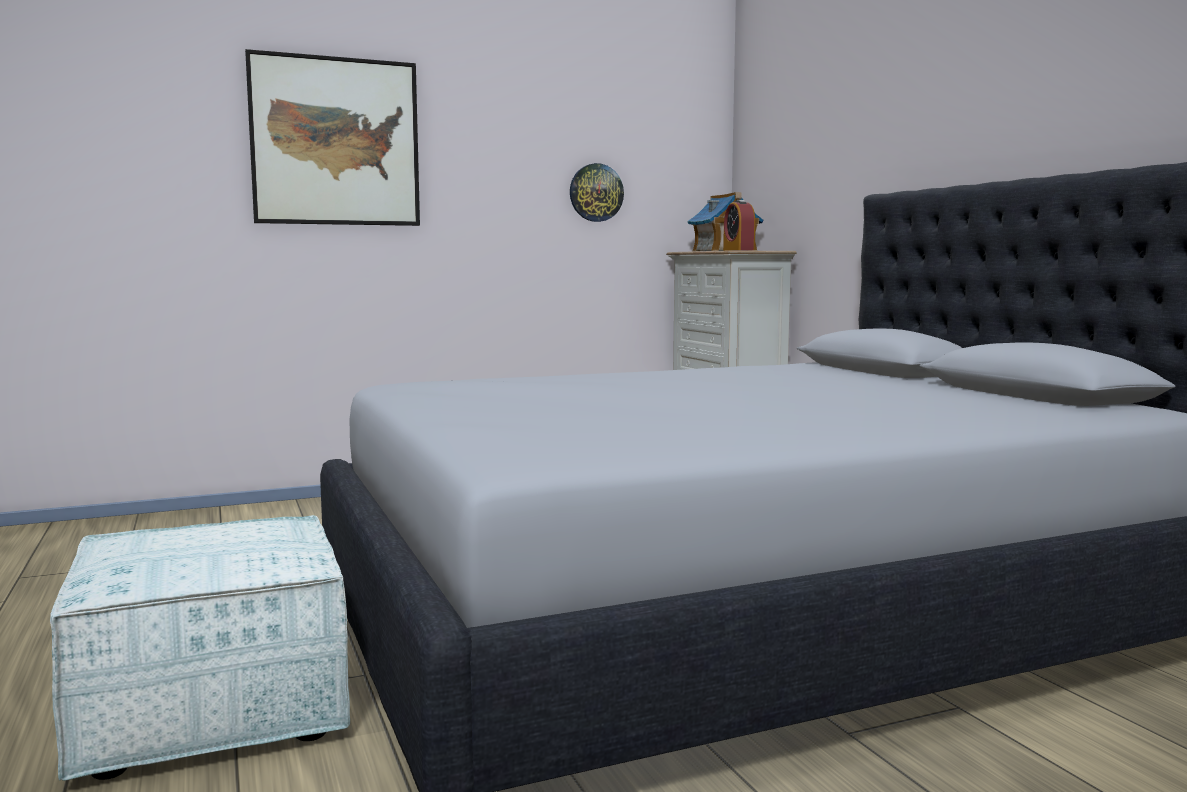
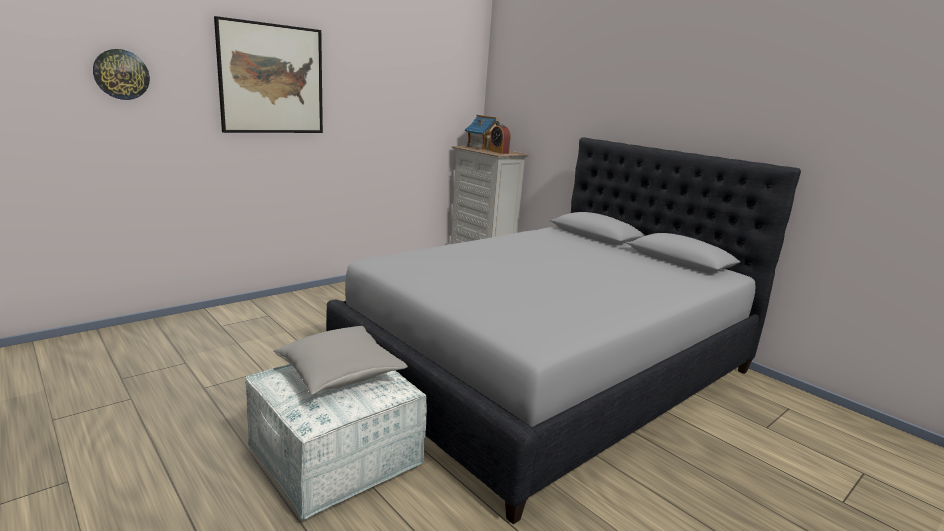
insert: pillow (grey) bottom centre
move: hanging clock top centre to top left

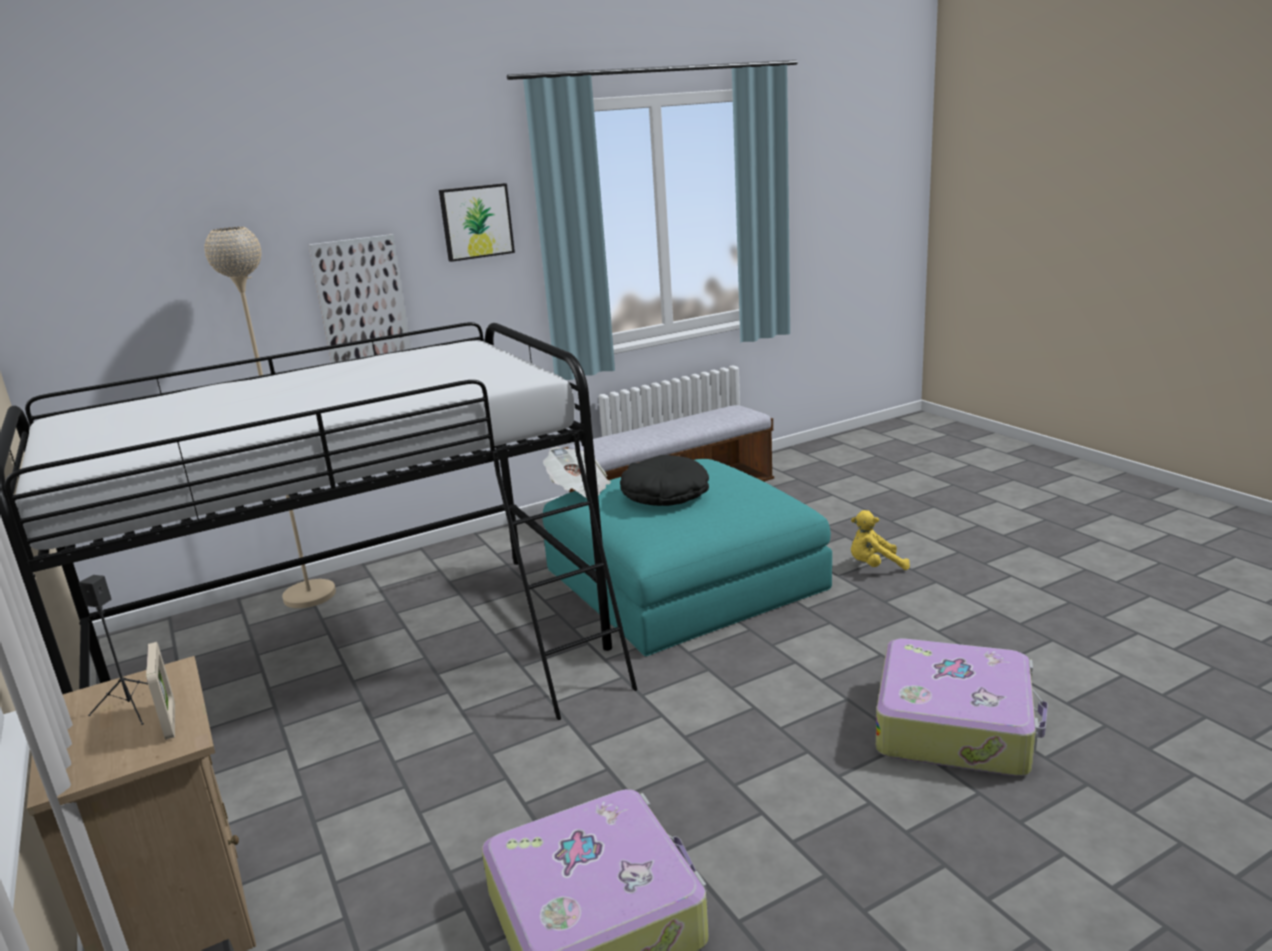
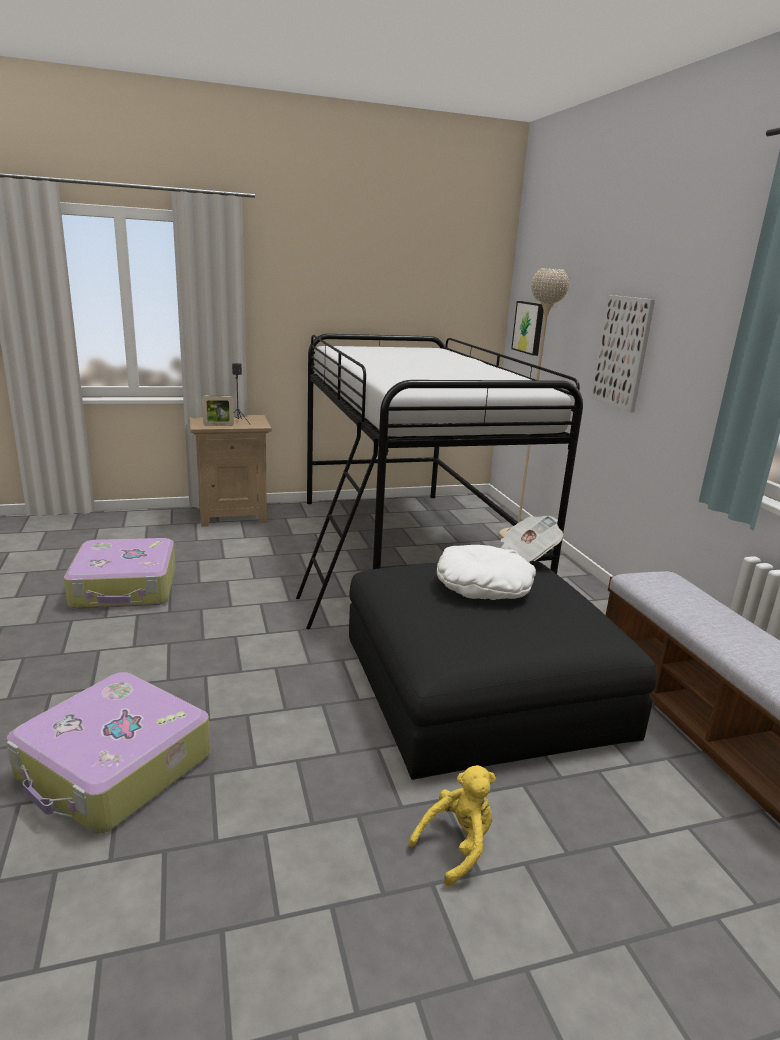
move: wall art (2nd from left in the first image) top centre to wall art (1st from left) top right
recolor: pillow (black-coloured) centre to pillow (white-coloured) centre; pouffe (turquoise-coloured) centre to pouffe (black-coloured) centre
rotate: soft toy (yellowish) middle right = bottom centre 45 degrees clockwise

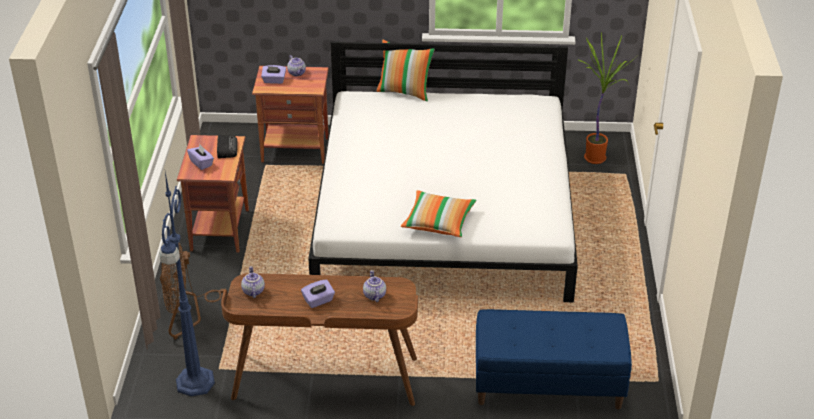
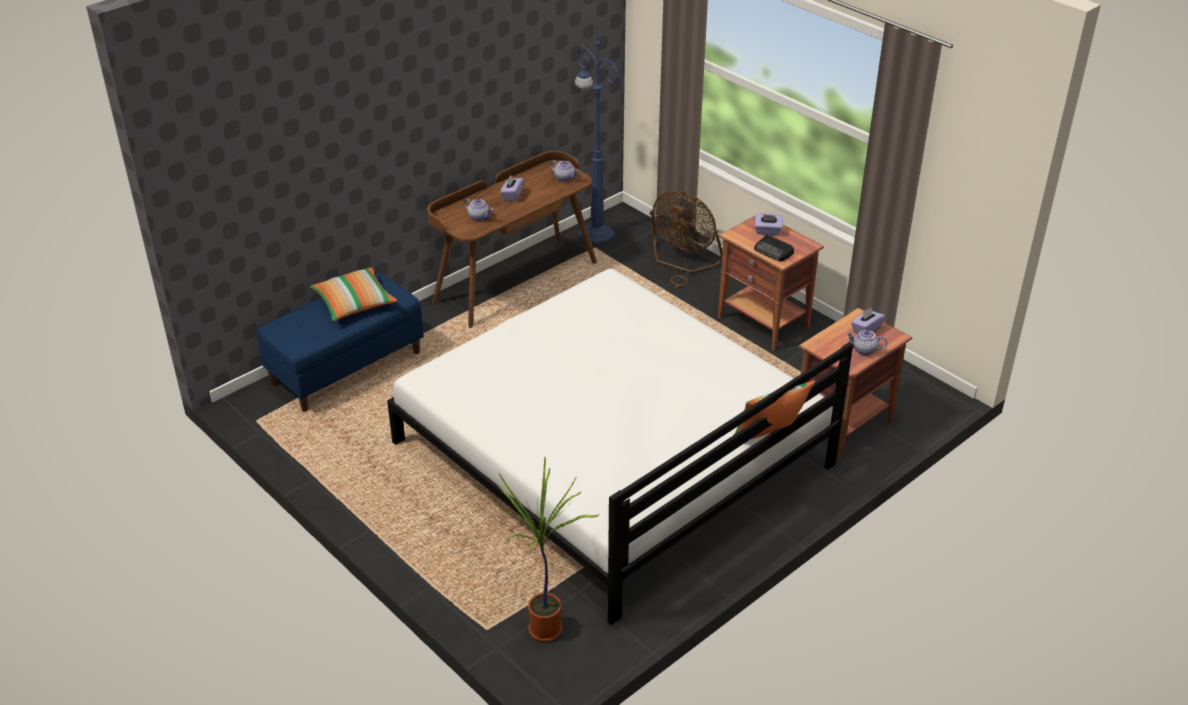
move: pillow (2nd from left in the first image) centre to pillow (1st from left) middle left

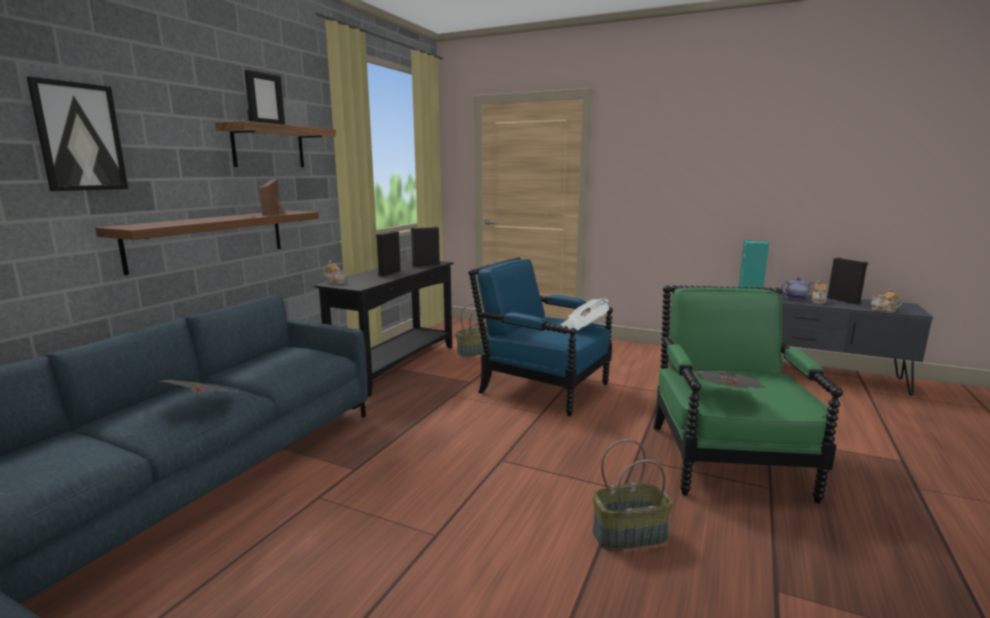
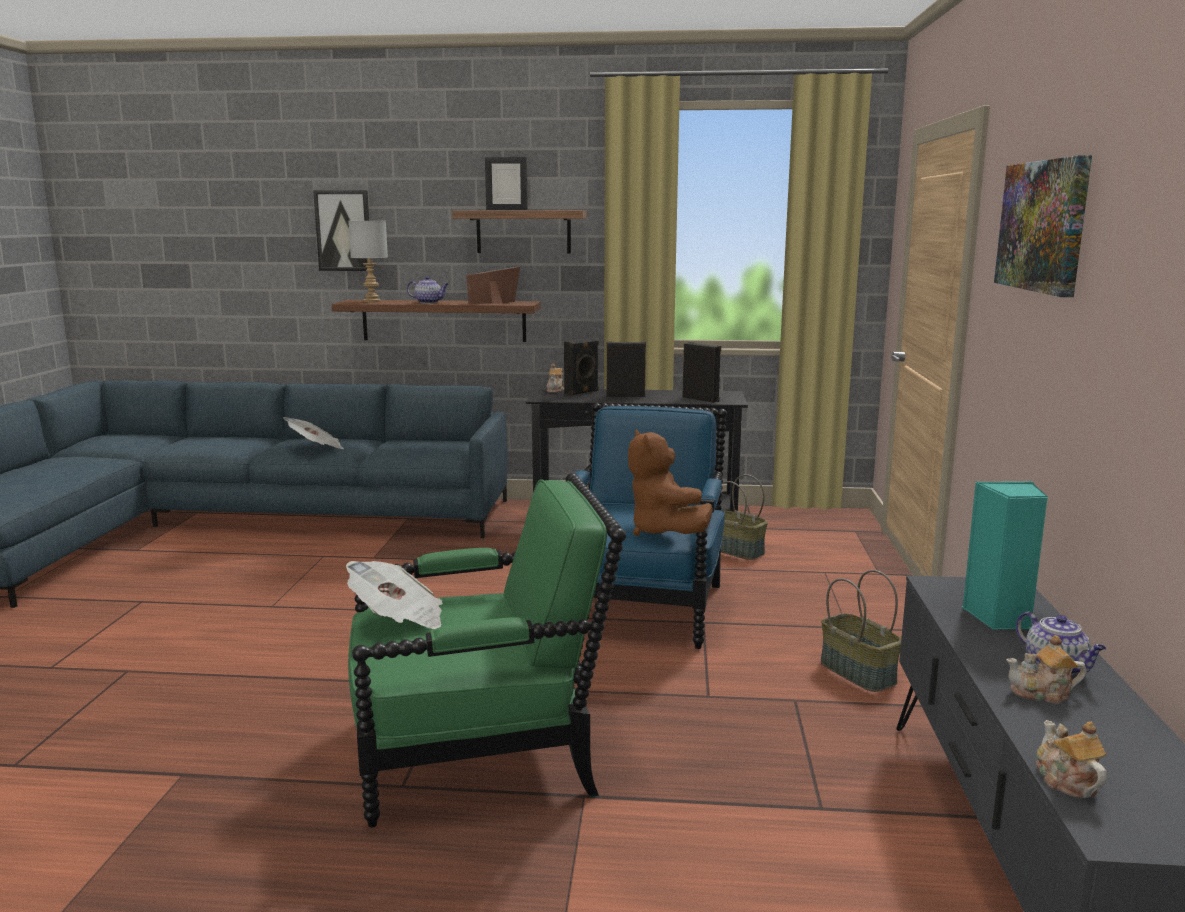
insert: wall art (2nd from left) top right; tabletop lamp (grey) top left; teapot (1st from left) top centre
move: audio speaker (black-coloured) (3rd from left in the first image) middle right to audio speaker (black-coloured) (1st from left) centre; storage basket (2nd from left) bottom centre to bottom right
replace: newspaper (2nd from left) centre to soft toy (brown) centre

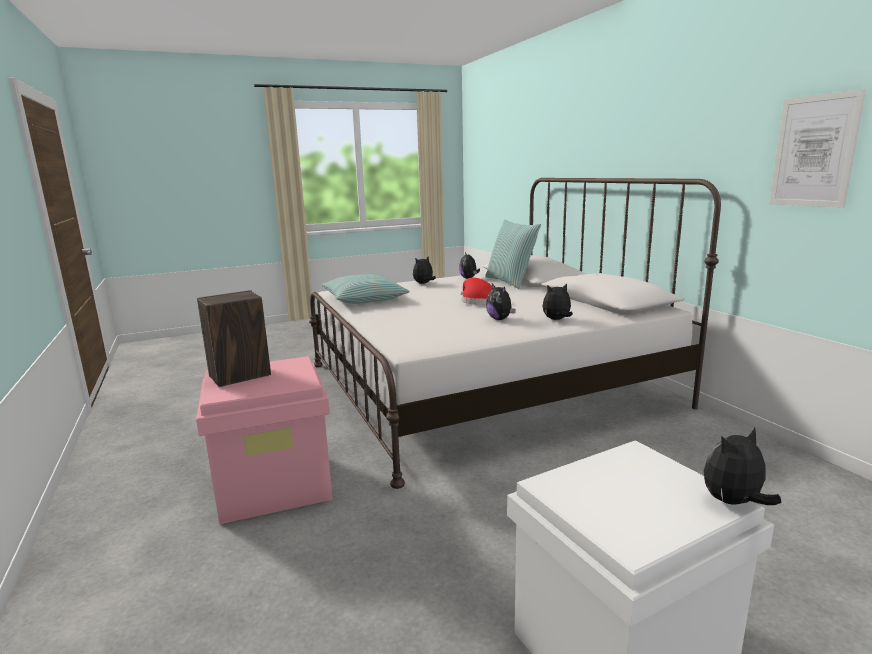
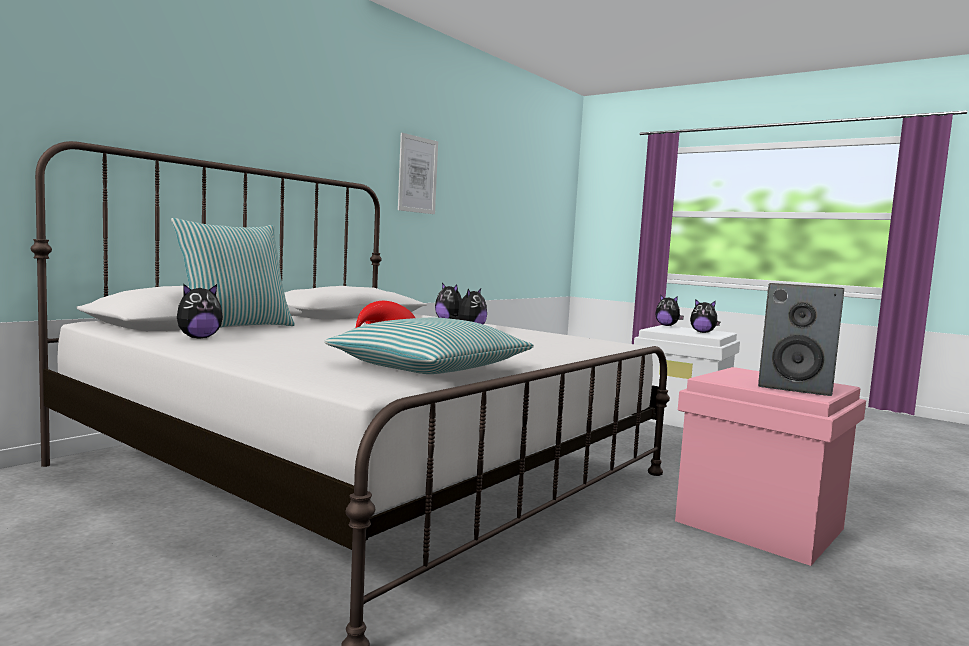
move: soft toy (1st from left in the first image) centre to soft toy (5th from left) middle right

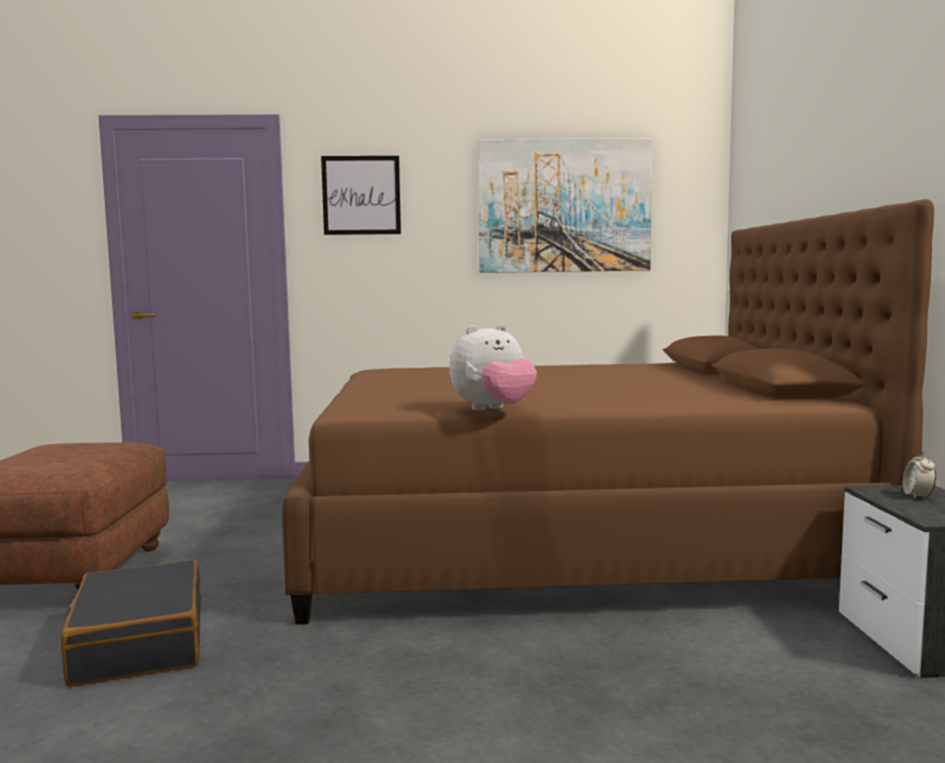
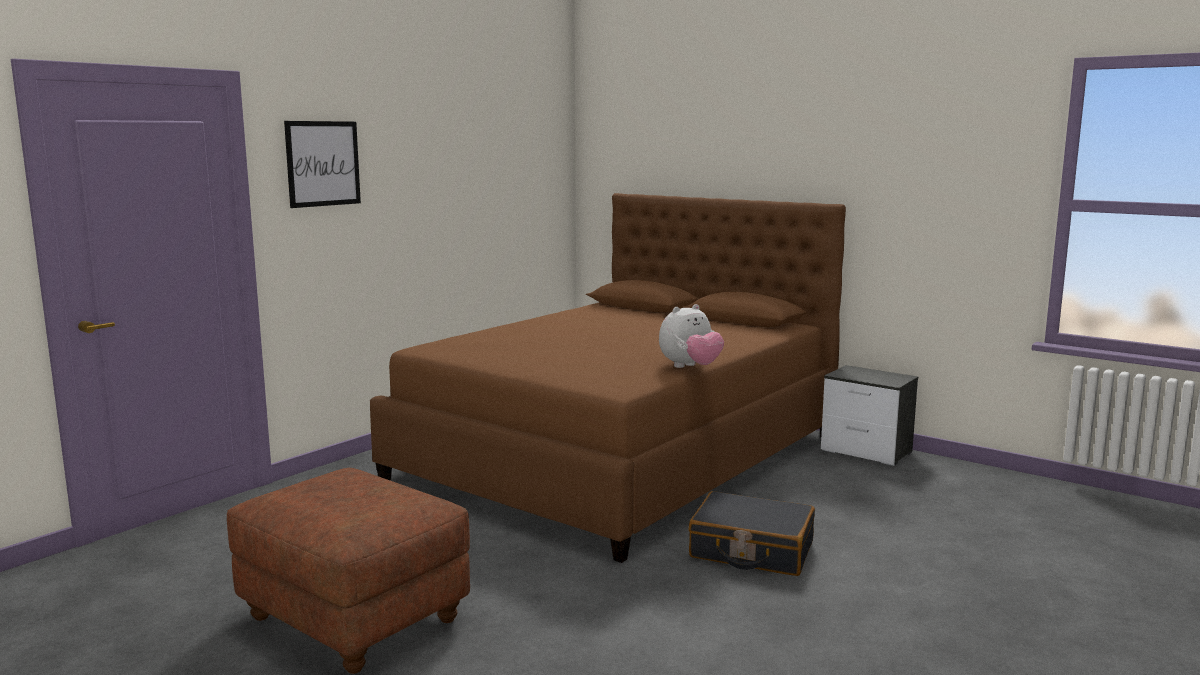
delete: wall art (2nd from left) top centre; alarm clock middle right
move: piece of luggage (black-coloured) bottom left to bottom centre
rotate: soft toy centre = centre 45 degrees clockwise

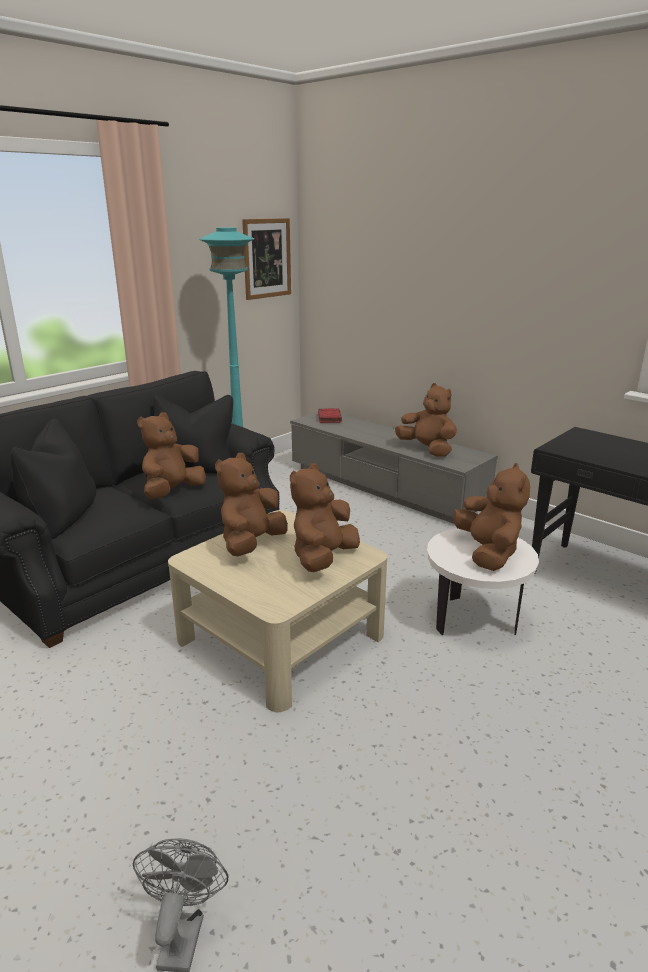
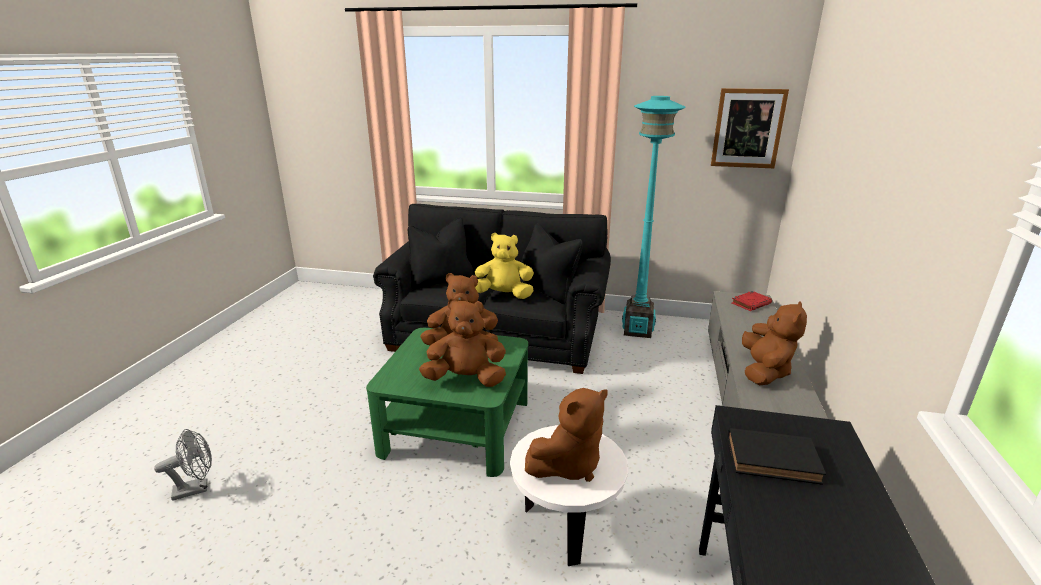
insert: volume (black-coloured) bottom right
recolor: soft toy (brown) (1st from left) middle left to soft toy (yellowish) centre; coffee table (sand-coloured) centre to coffee table (greenish) bottom centre

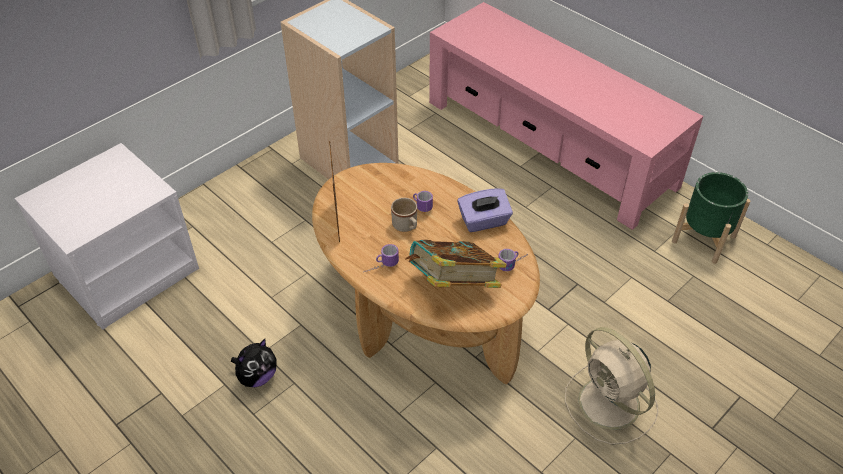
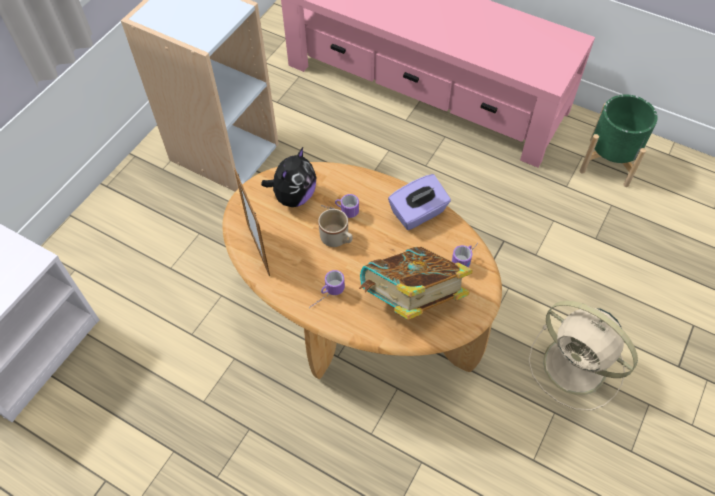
move: soft toy bottom left to centre

